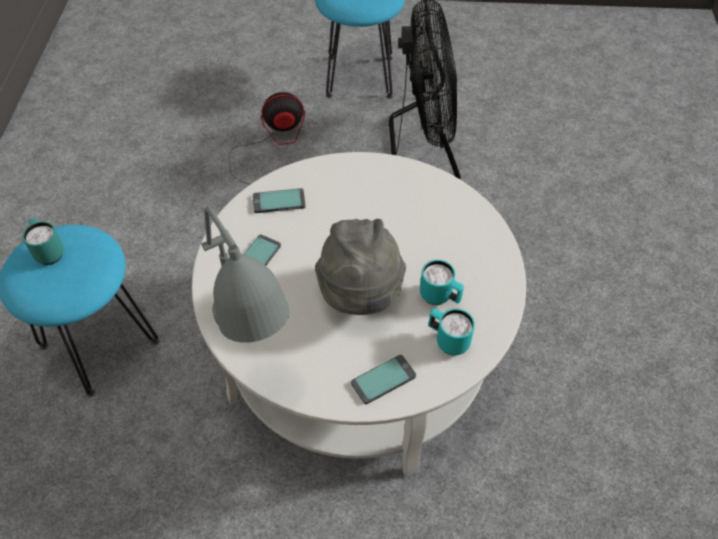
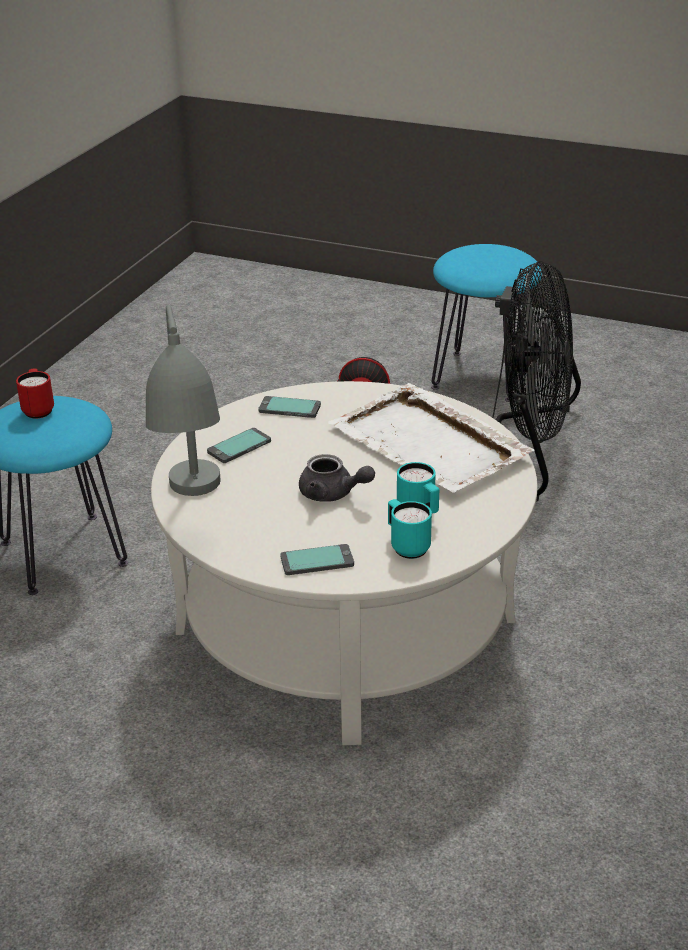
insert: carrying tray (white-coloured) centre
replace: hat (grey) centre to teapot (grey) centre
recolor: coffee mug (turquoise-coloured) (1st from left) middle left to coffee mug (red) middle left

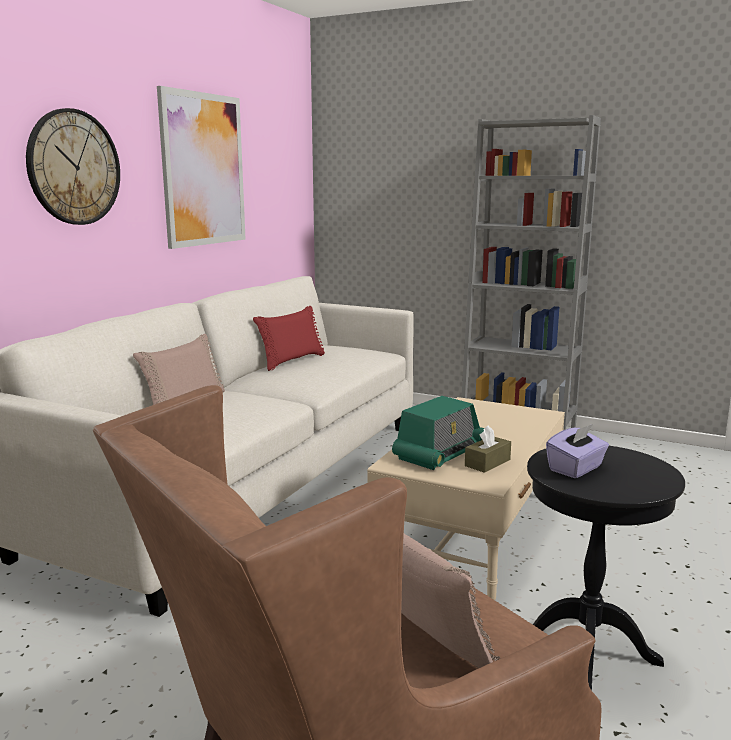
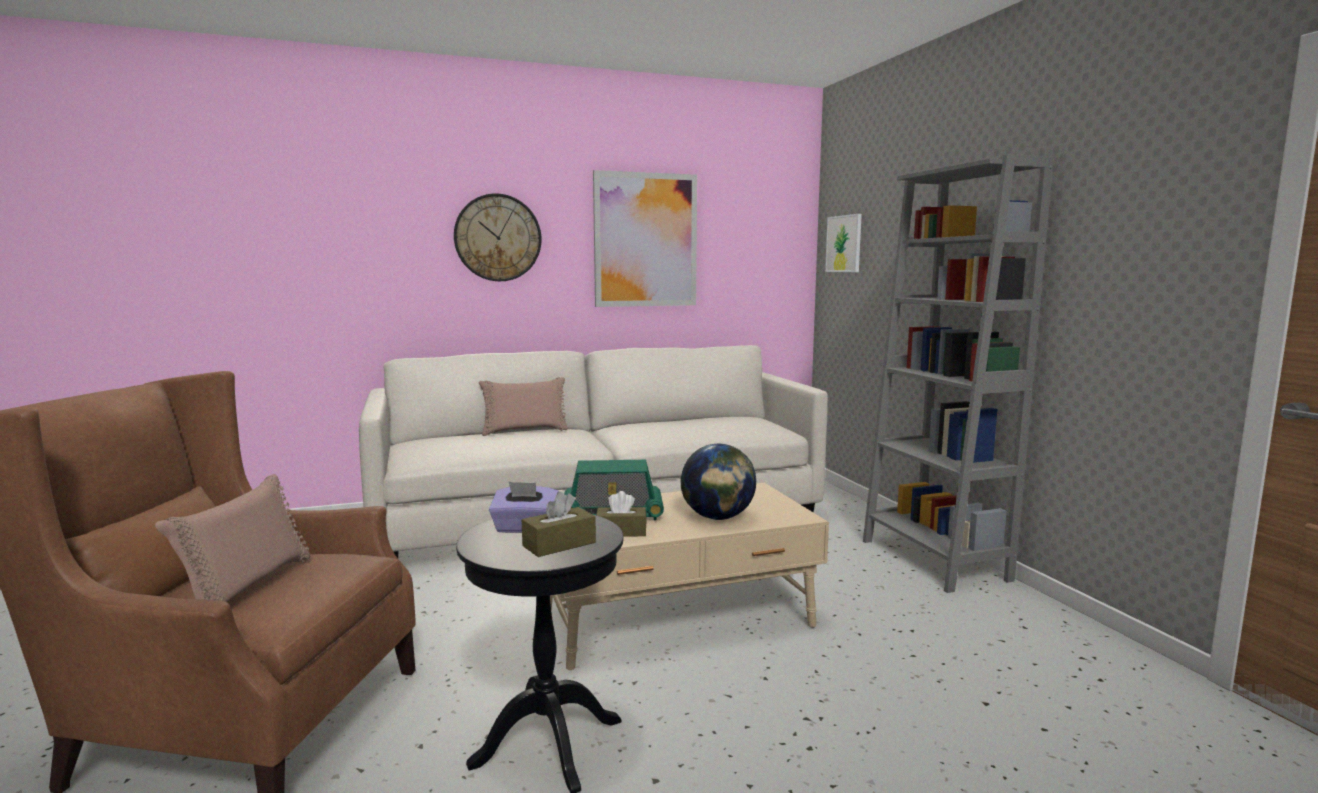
delete: pillow (red) centre
insert: wall art (2nd from left) top centre; globe centre; box of tissues (brown) (1st from left) centre

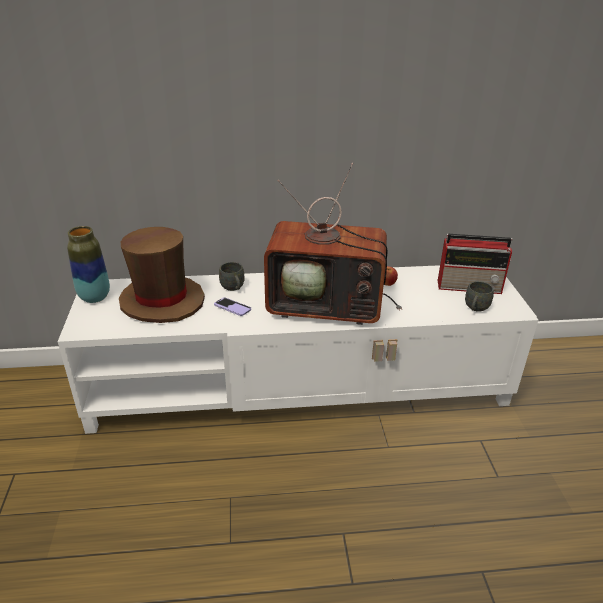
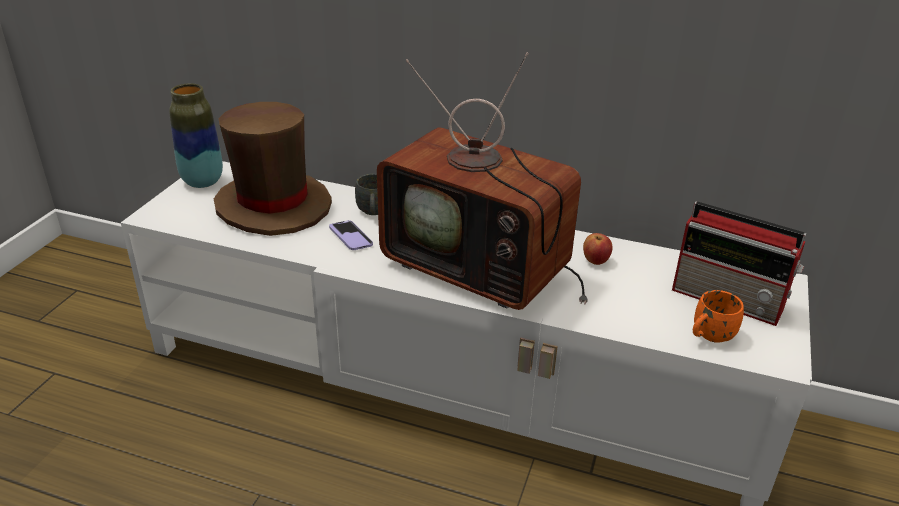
recolor: coffee mug (grey) (2nd from left) middle right to coffee mug (orange-coloured) middle right

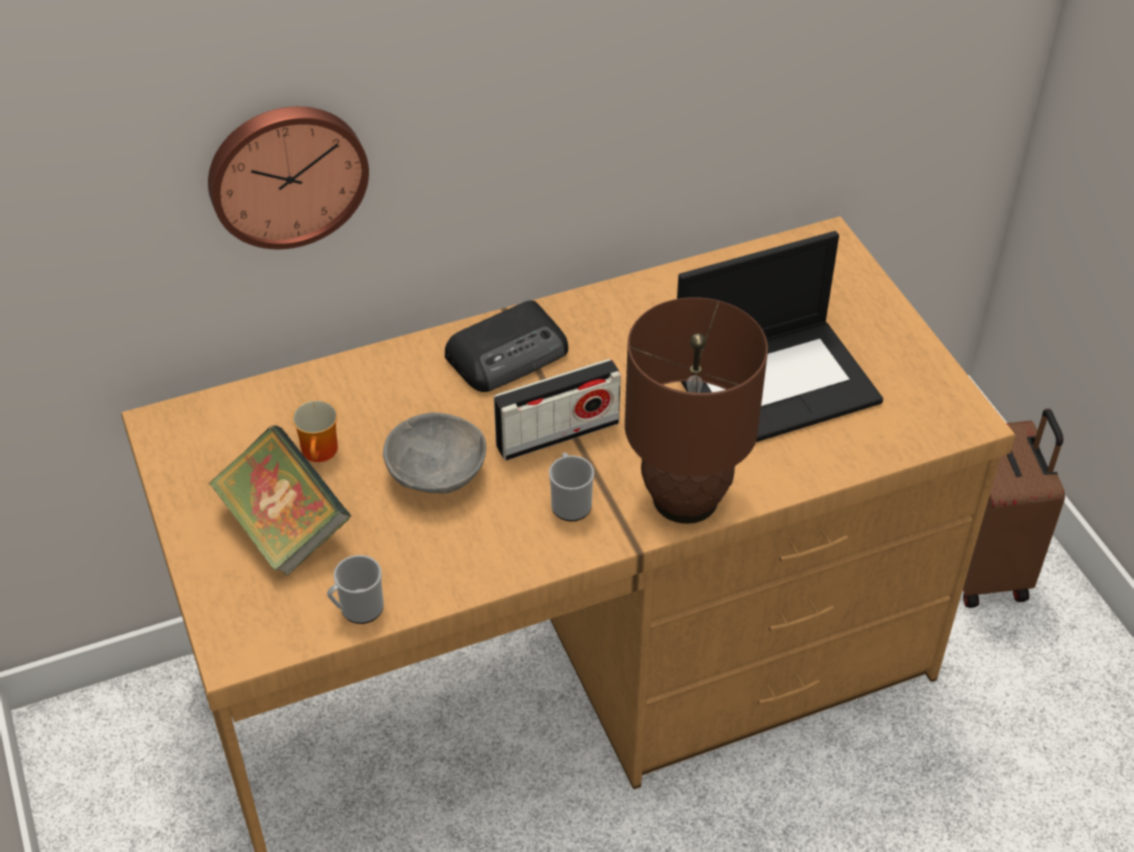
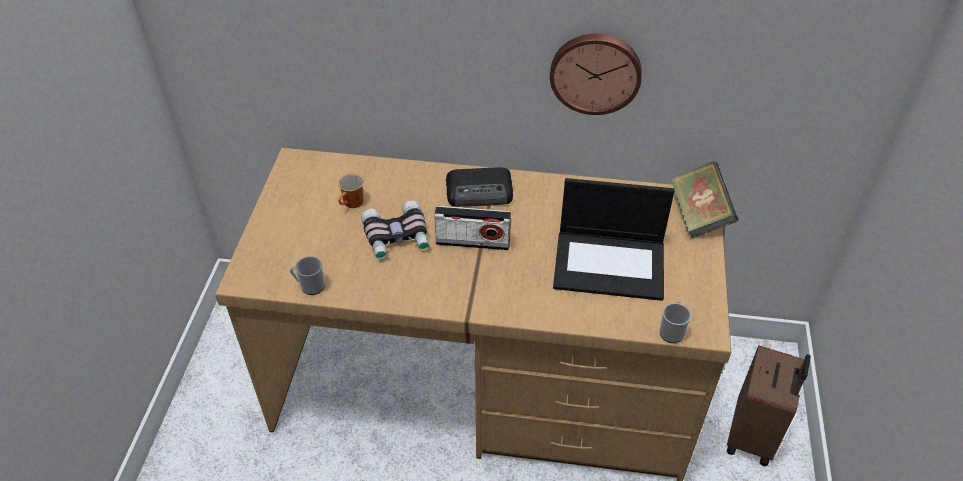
delete: tabletop lamp (brown) centre
move: hanging clock top left to top centre; volume middle left to middle right; coffee mug (3rd from left) centre to bottom right
replace: deep dish (grey) centre to pair of binoculars centre

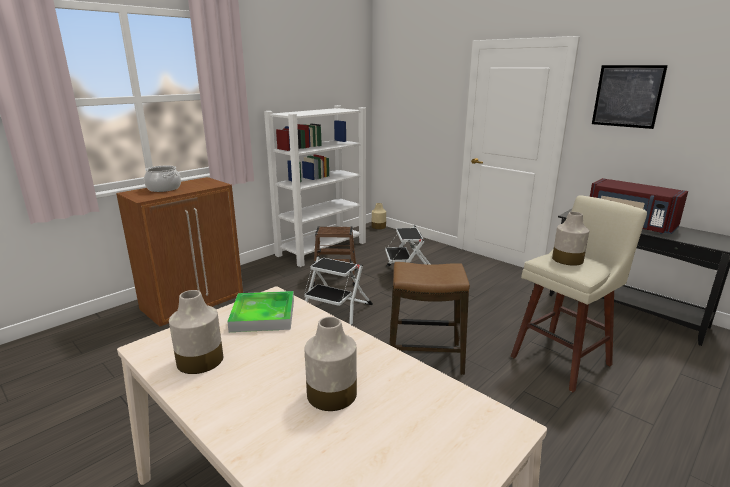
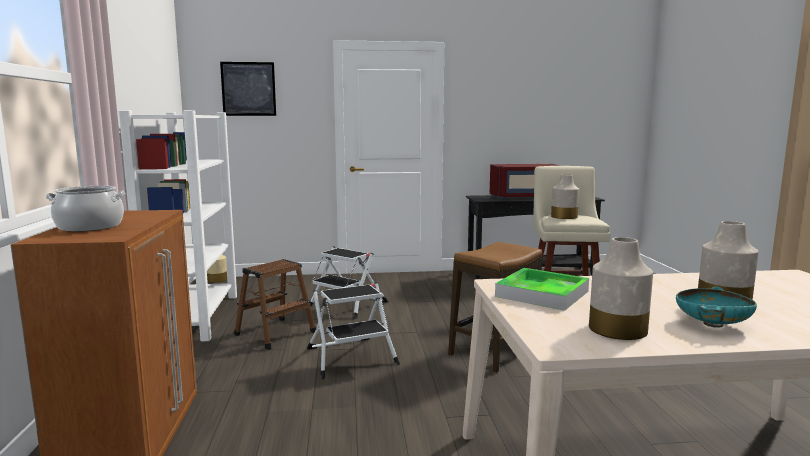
insert: deep dish (turquoise-coloured) bottom right
move: wall art top right to top left

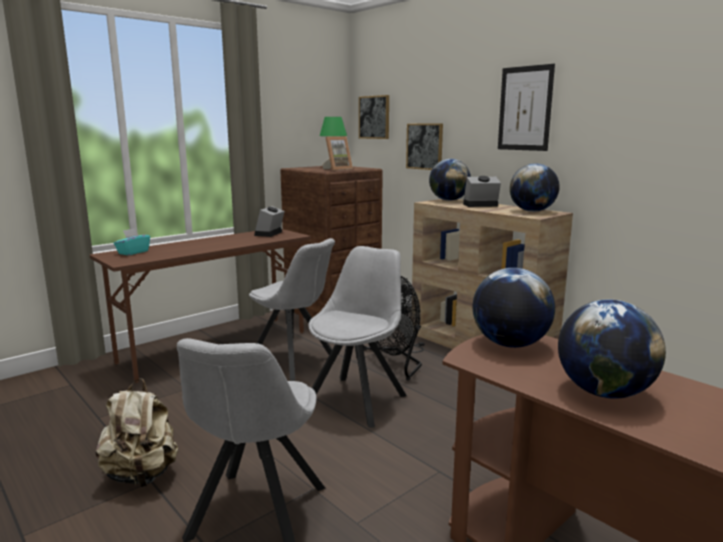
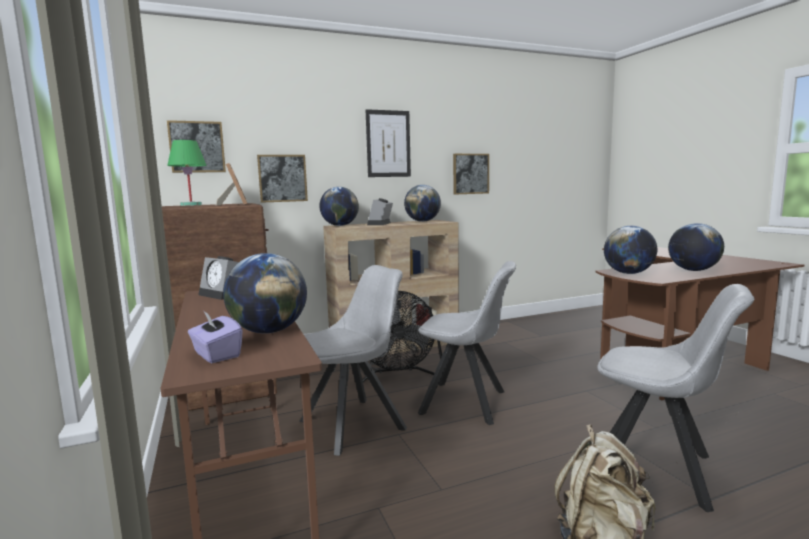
insert: wall art (4th from left) top centre; globe (1st from left) middle left
recolor: box of tissues (turquoise-coloured) middle left to box of tissues (purple-coloured) middle left
rotate: chair (grey) (3rd from left in the first image) centre = centre 150 degrees clockwise

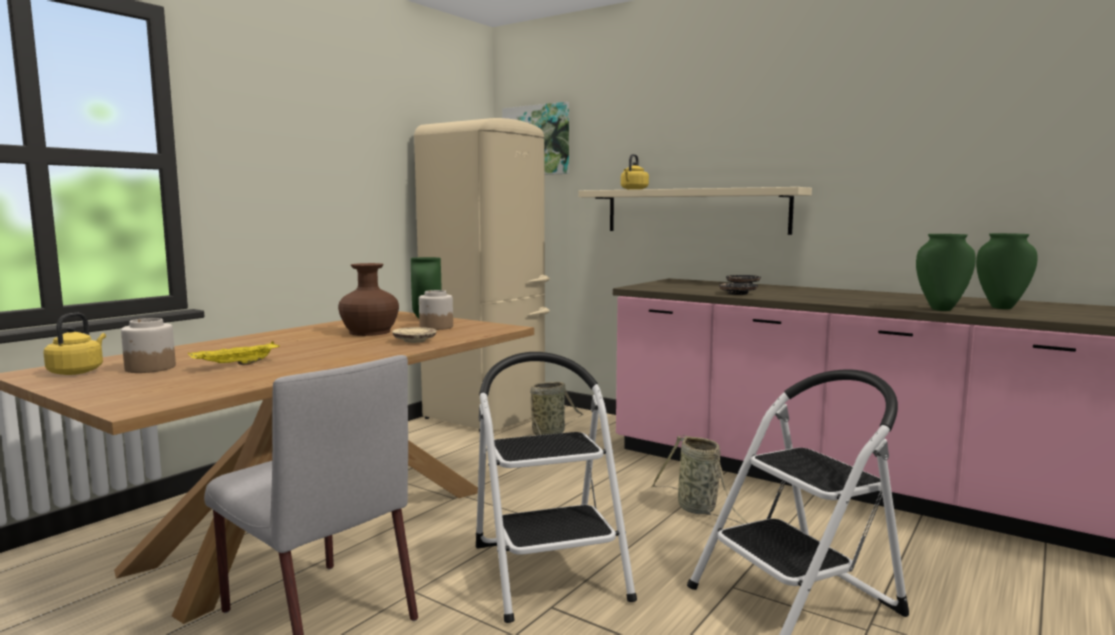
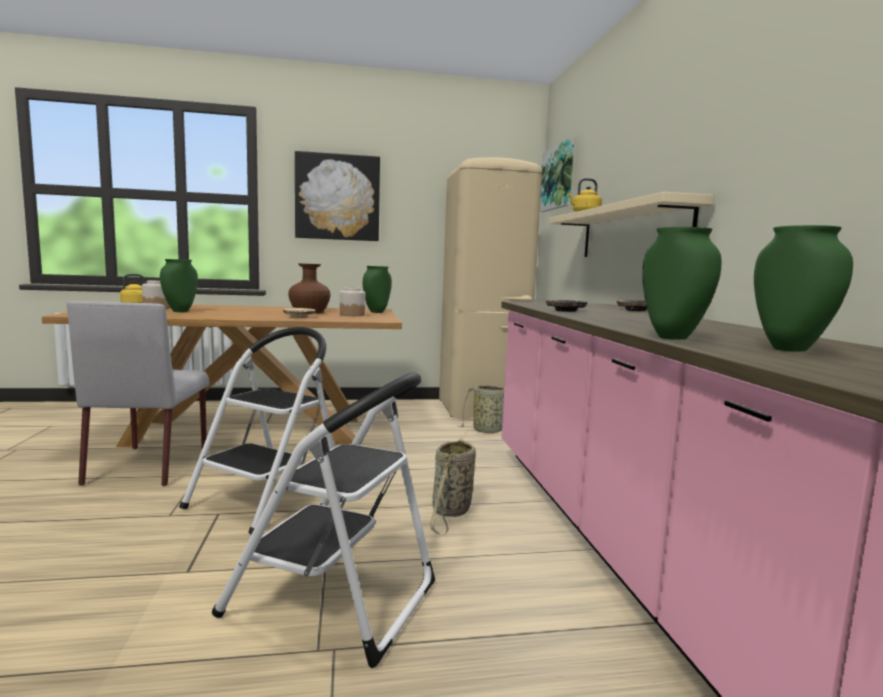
insert: wall art (1st from left) top centre
replace: carrying tray (yellowish) middle left to decorative vase (greenish) (1st from left) middle left

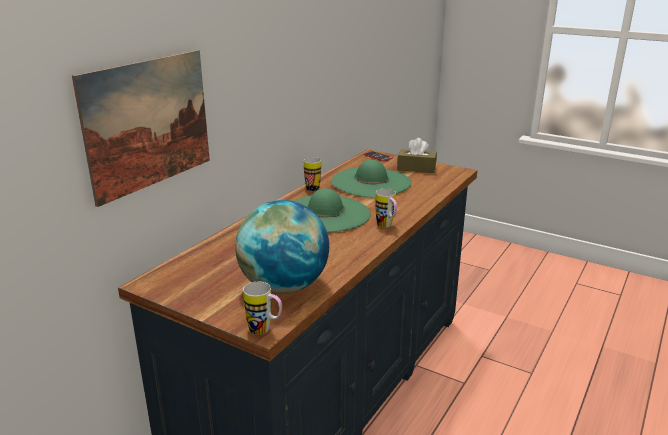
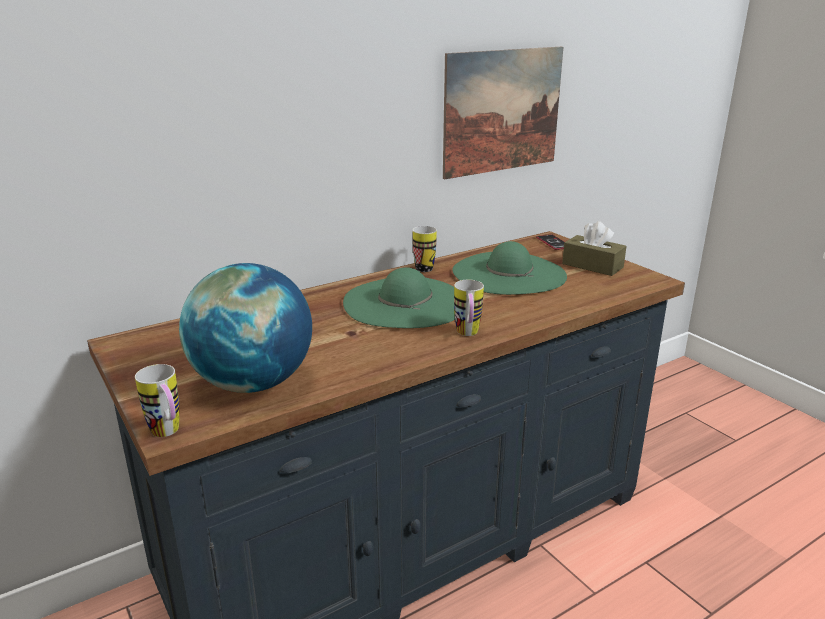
move: wall art top left to top centre

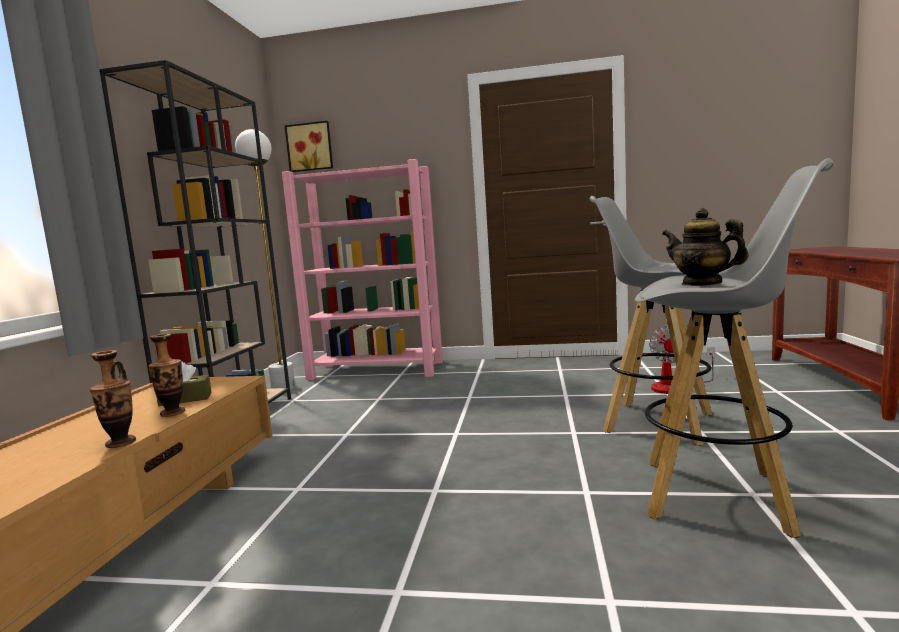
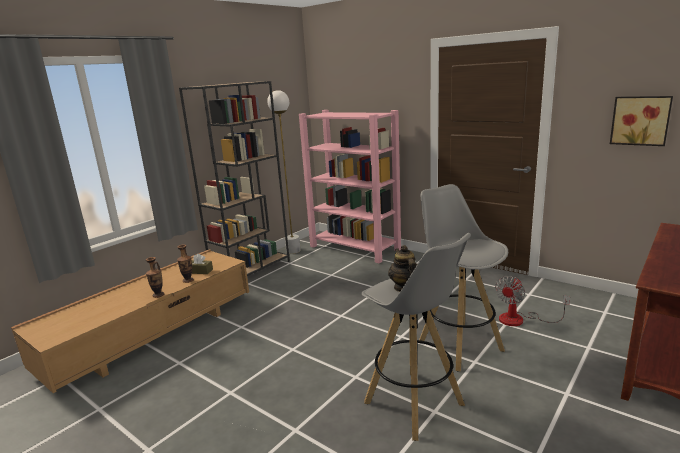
move: wall art top centre to top right

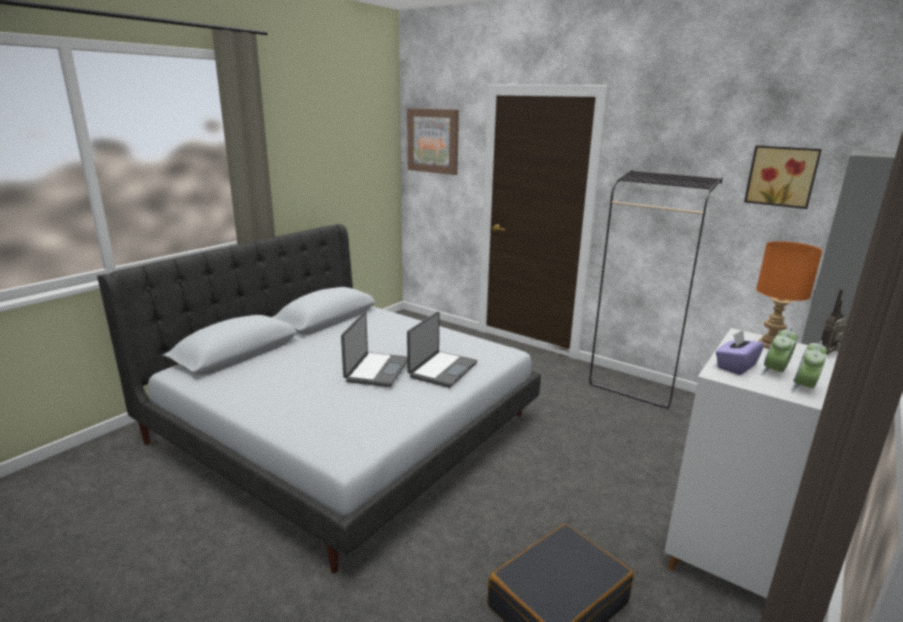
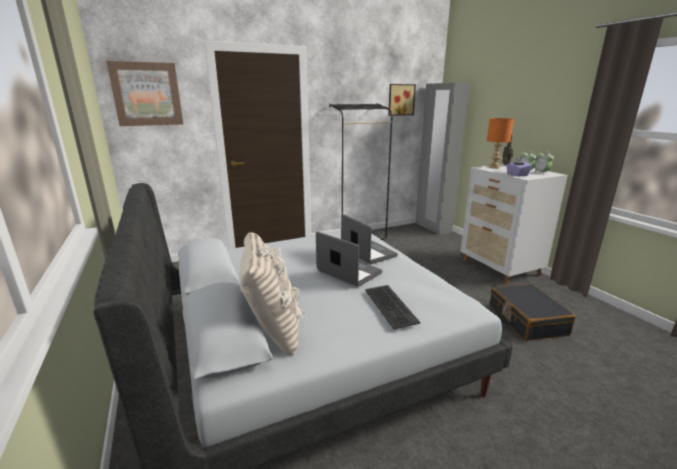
insert: pillow (sand-coloured) centre; keyboard centre

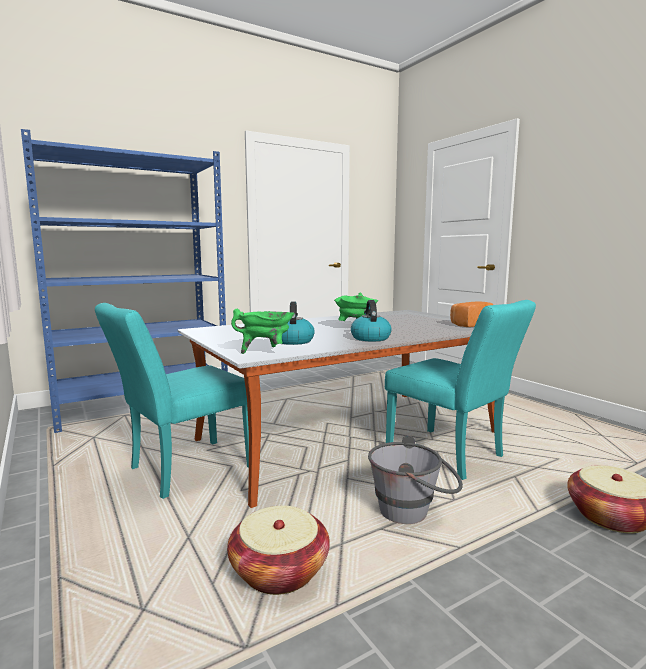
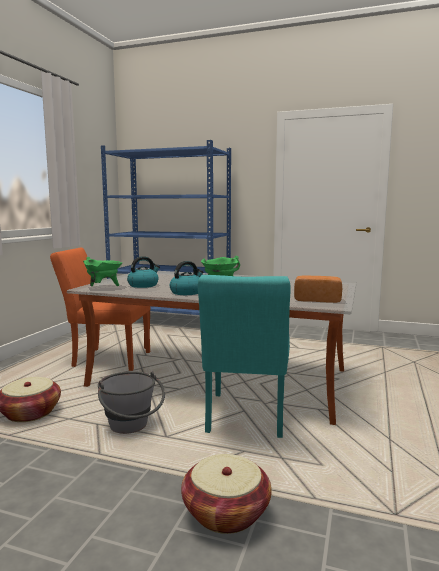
recolor: chair (turquoise-coloured) (1st from left) middle left to chair (orange-coloured) middle left

